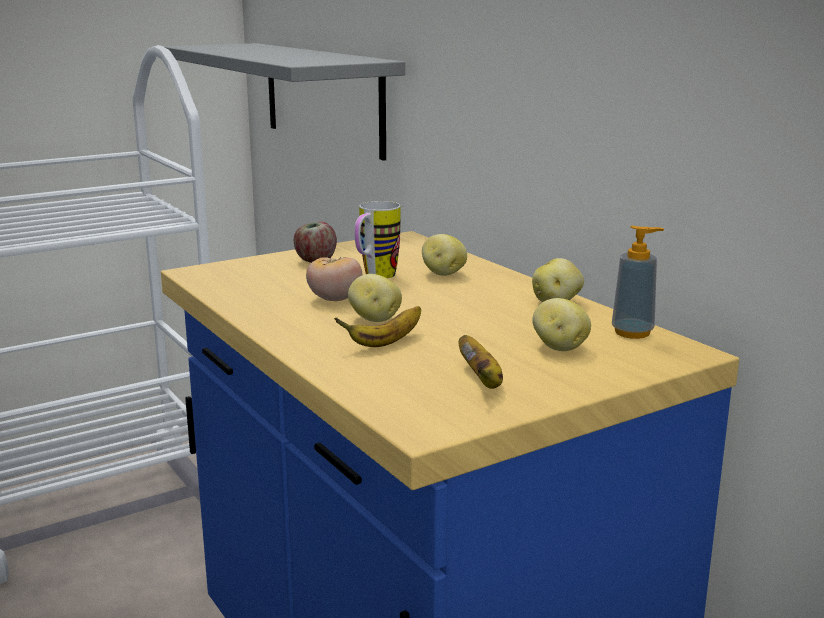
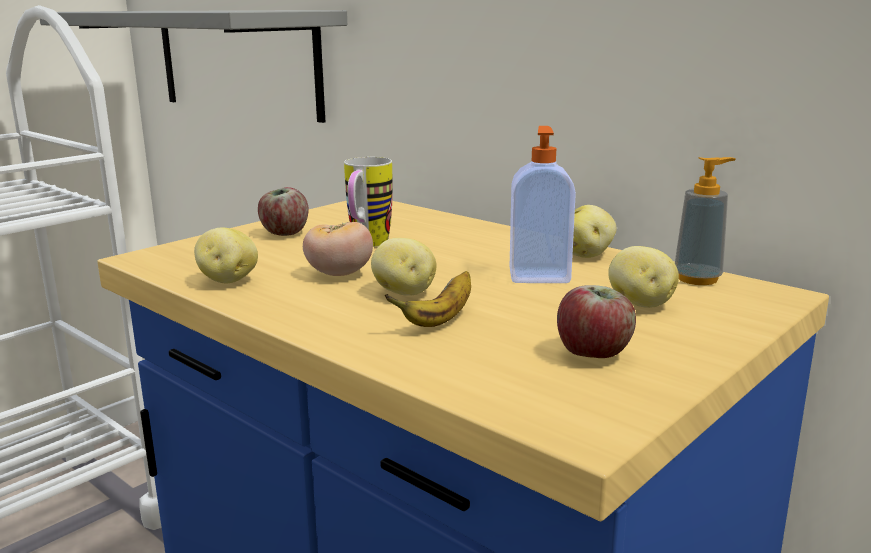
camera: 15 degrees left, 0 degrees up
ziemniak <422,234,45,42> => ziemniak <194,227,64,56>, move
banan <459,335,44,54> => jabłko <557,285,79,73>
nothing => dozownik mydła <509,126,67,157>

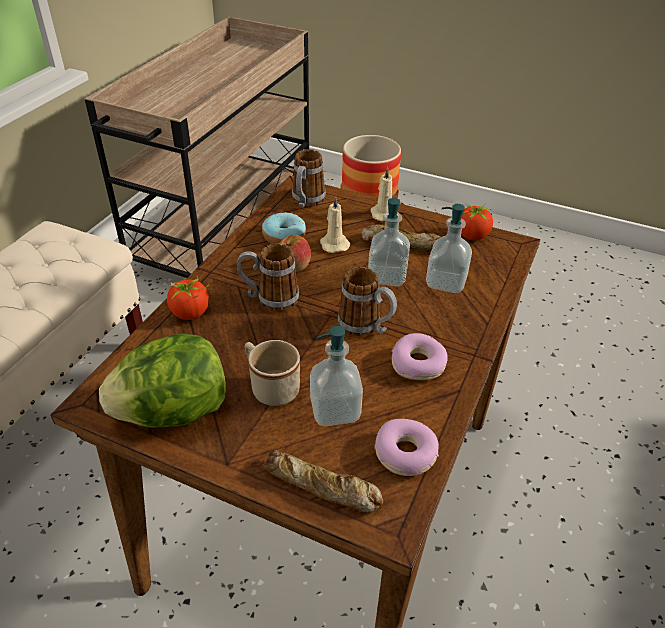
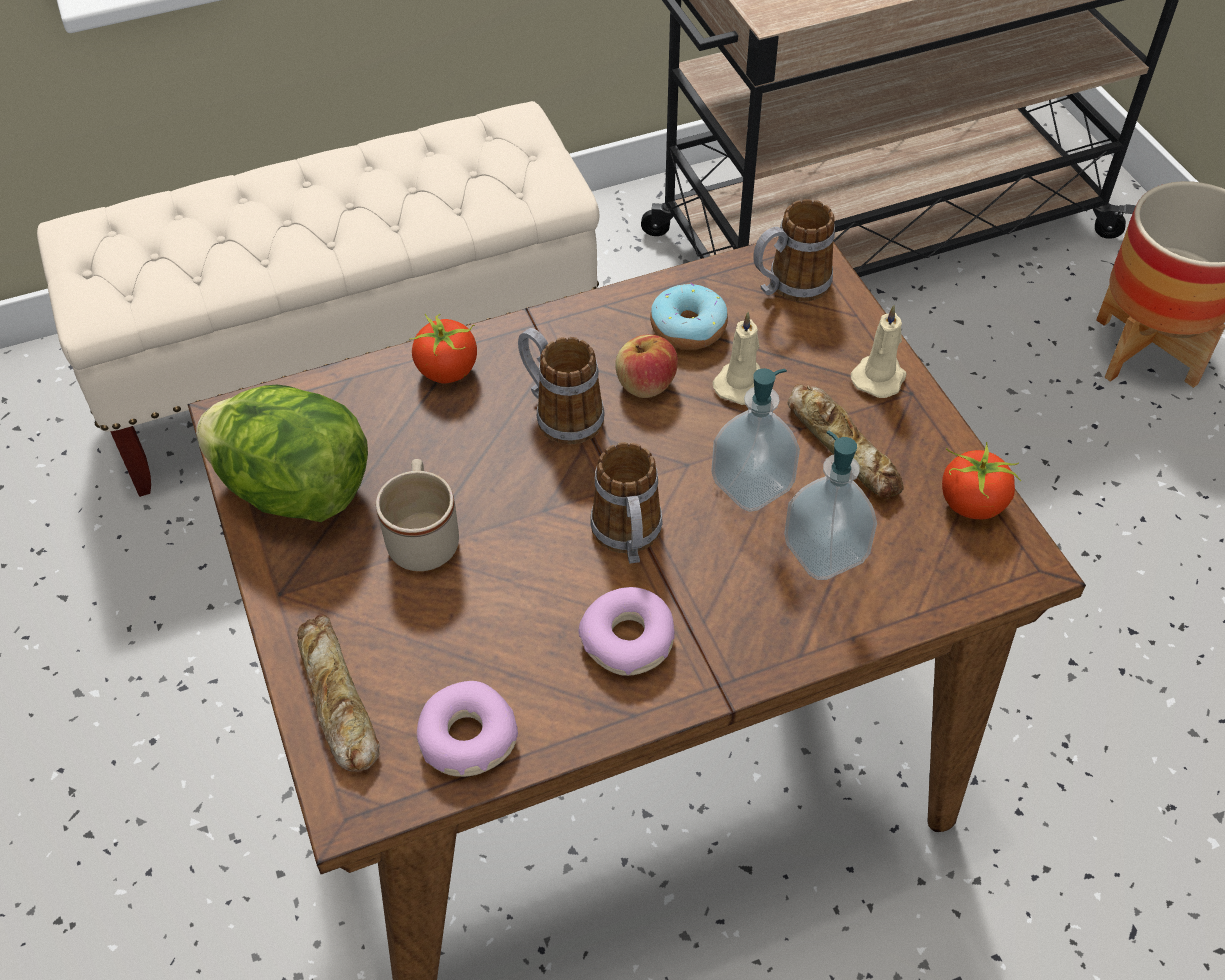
camera: 45 degrees right, 10 degrees up
dozownik mydła <310,326,53,100> => nothing

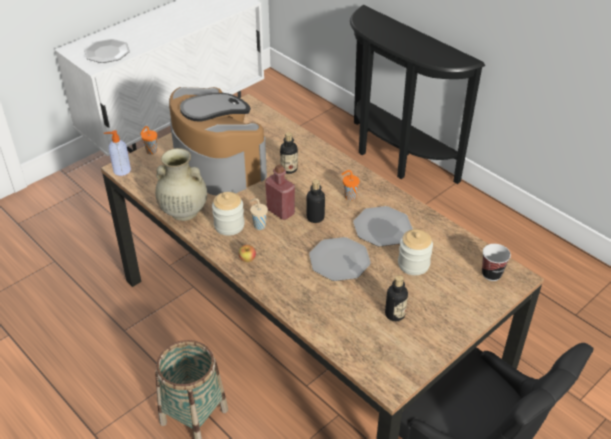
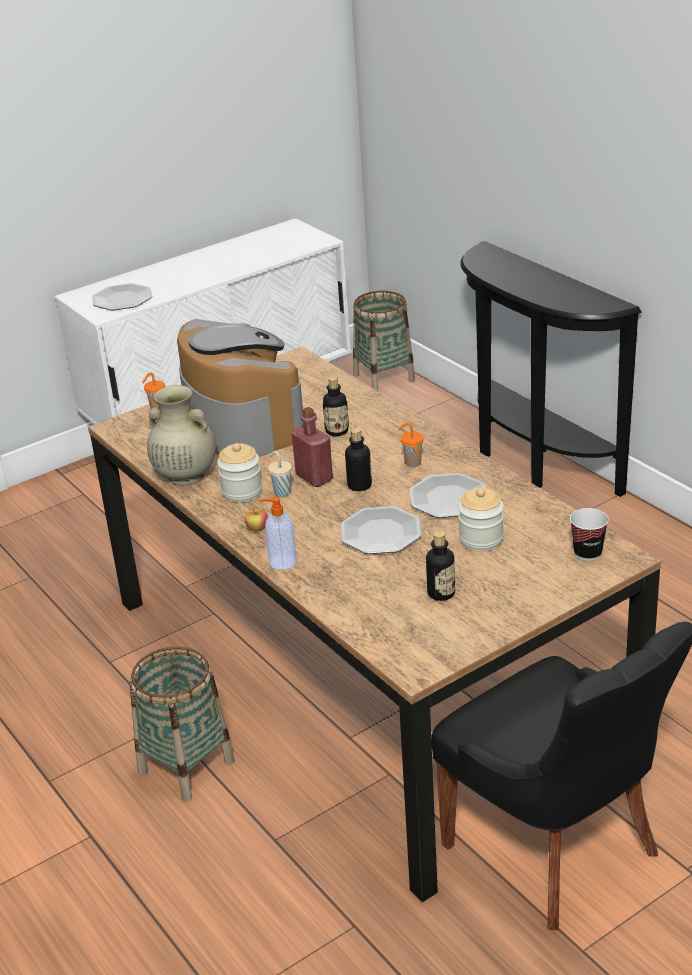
camera: 10 degrees right, 10 degrees down
dozownik mydła <104,130,27,46> => dozownik mydła <259,497,38,73>, move
nothing => koszyk <353,291,62,100>

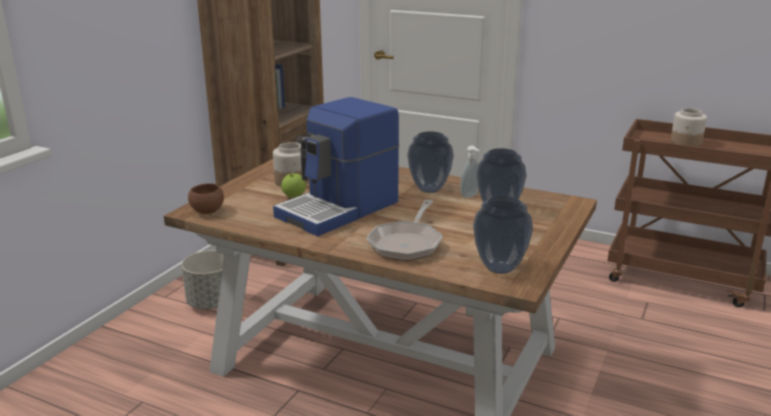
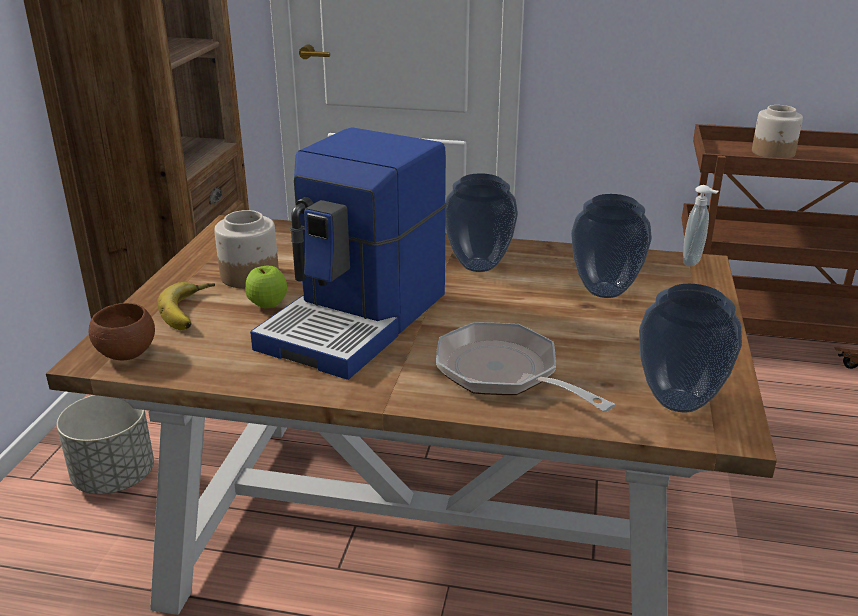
camera: 15 degrees left, 5 degrees up
patelnia <366,200,77,61> => patelnia <436,322,179,90>, 135 degrees clockwise
dozownik mydła <460,146,20,52> => dozownik mydła <683,185,35,82>, move
nothing => banan <157,282,58,48>

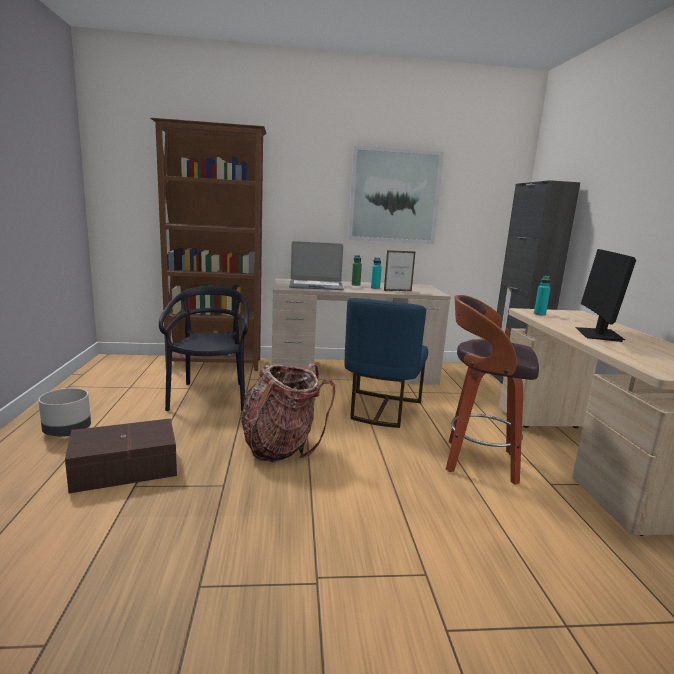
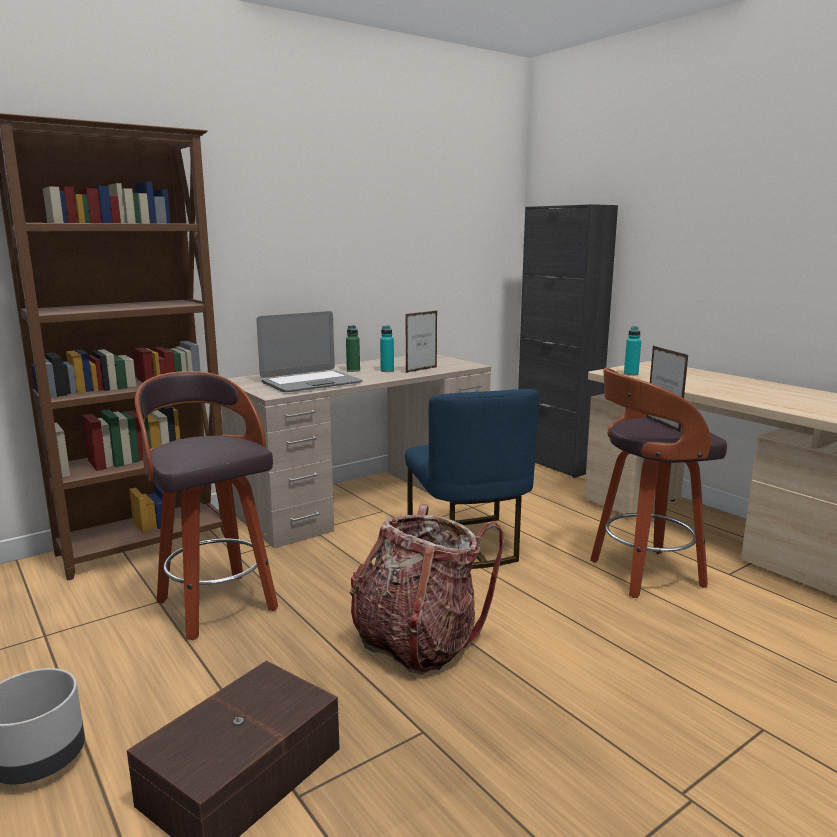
camera: 30 degrees left, 0 degrees up
krzesło/czarny <159,286,90,125> => stołek <135,371,143,269>
obraz <348,145,96,99> => nothing
monitor <575,249,61,93> => nothing

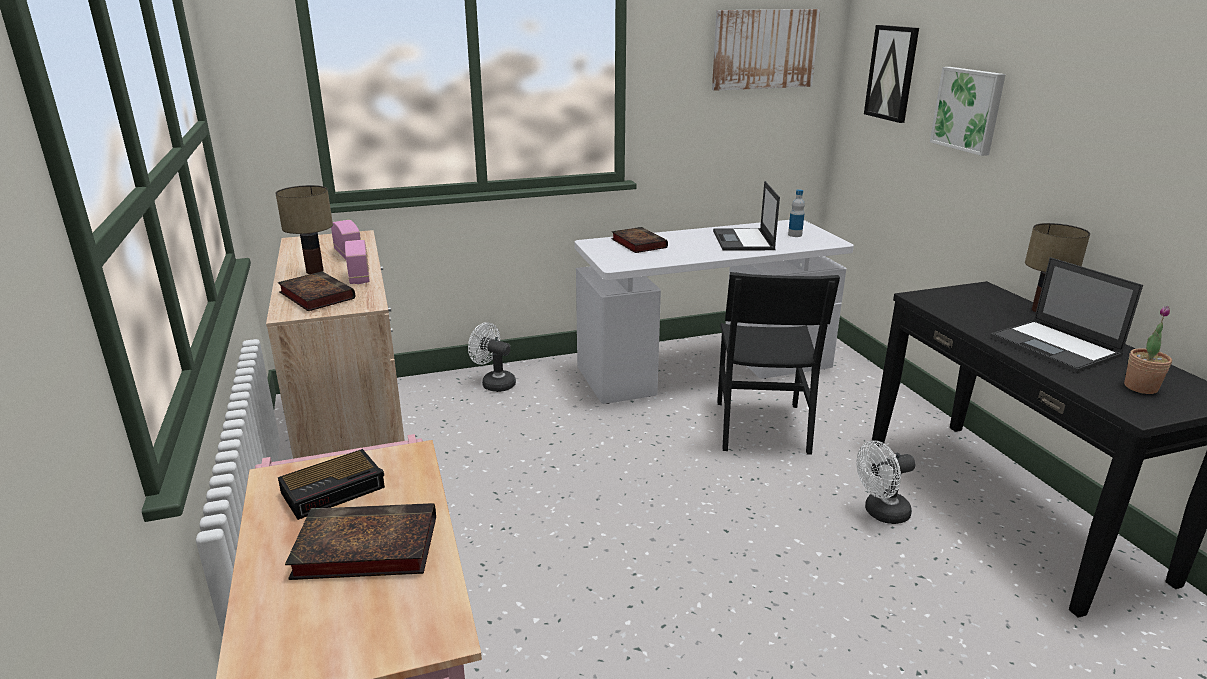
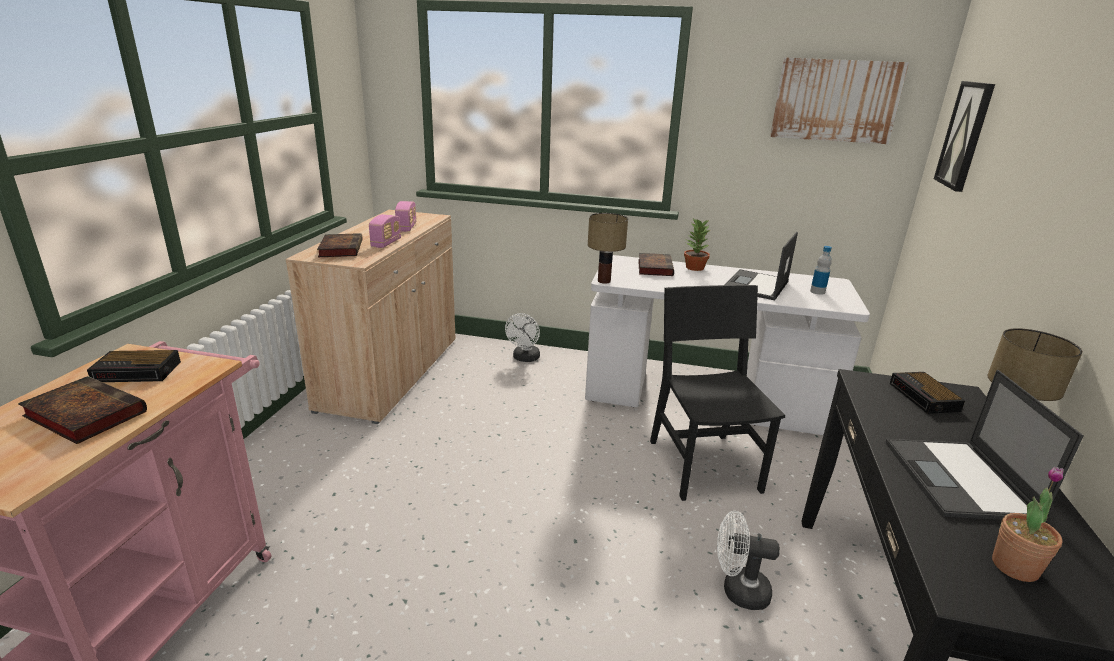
camera: 30 degrees right, 0 degrees up
lampa stołowa <275,185,58,89> => lampa stołowa <588,213,40,71>, move
wentylator/biały <468,322,48,70> => wentylator/biały <505,313,35,49>, 135 degrees counterclockwise
krzesło/czarny <717,272,123,183> => krzesło/czarny <650,285,135,216>, 135 degrees clockwise
obraz <930,67,76,89> => nothing
nothing => roślina doniczkowa <684,219,26,52>
nothing => budzik <890,372,75,42>

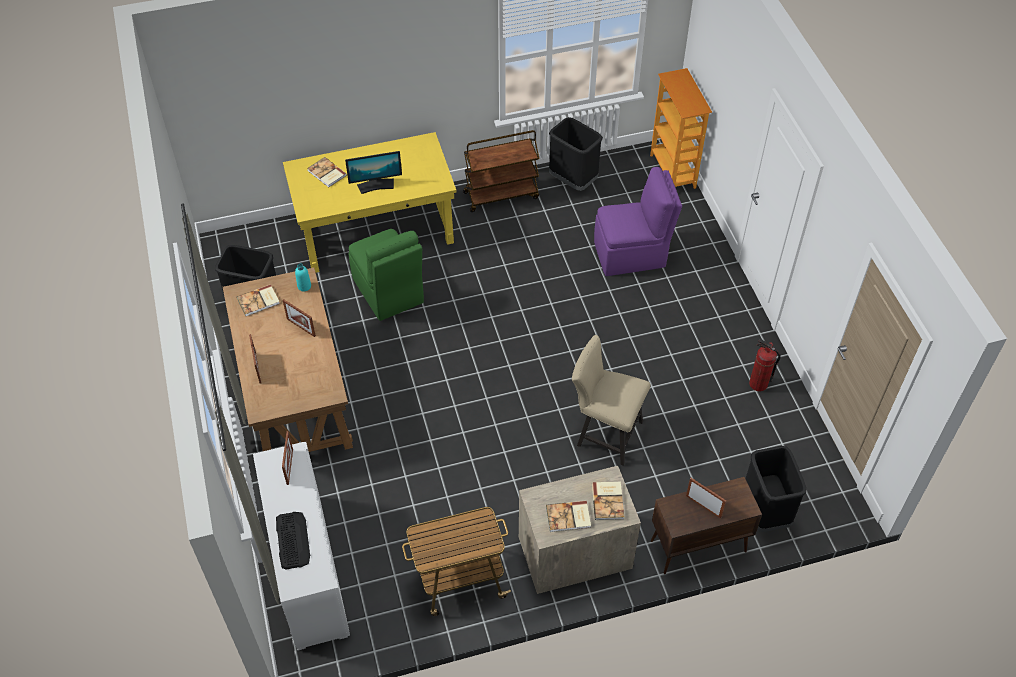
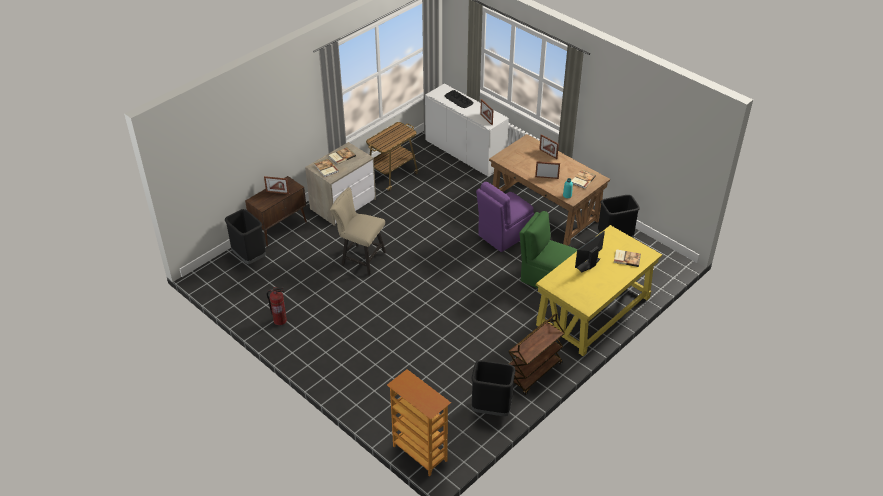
camera: 150 degrees right, 10 degrees down
krzesło/beżowy <572,335,79,131> => krzesło/beżowy <330,187,56,89>, 150 degrees counterclockwise
krzesło/fioletowy <594,167,88,109> => krzesło/fioletowy <476,182,58,70>, move

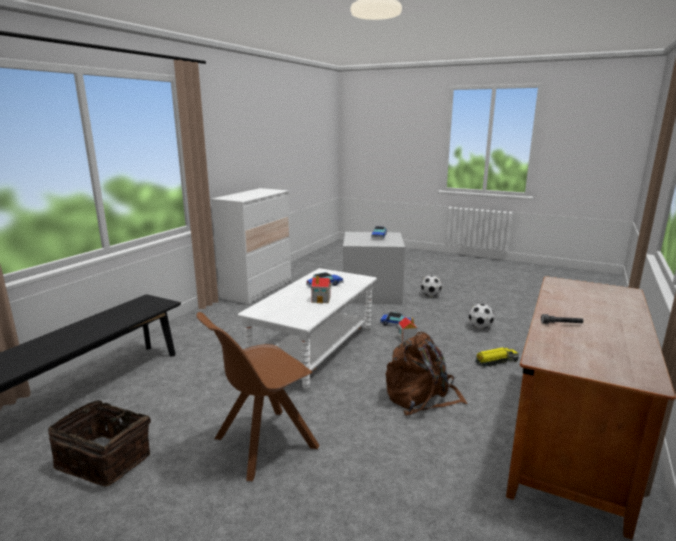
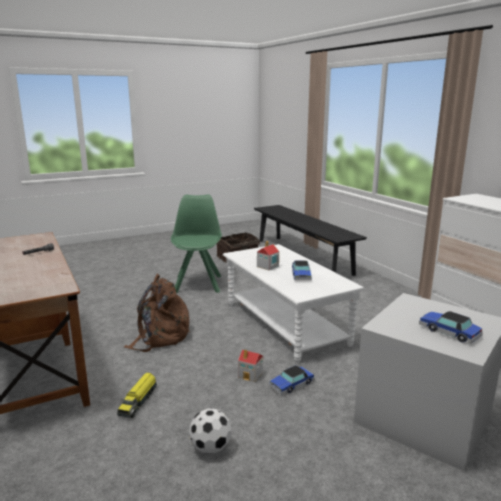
camera: 125 degrees right, 0 degrees up
krzesło/brązowy <196,312,123,169> => krzesło/zielony <171,194,51,99>
piłka futbolowa <420,275,22,21> => nothing

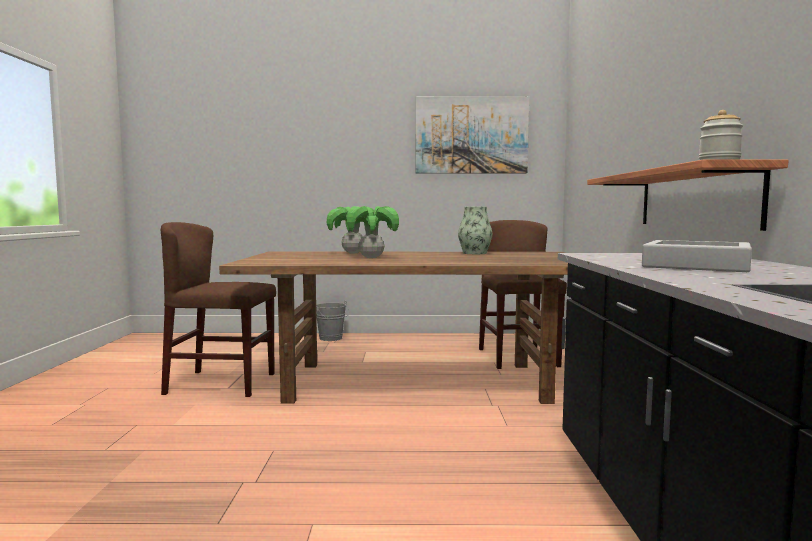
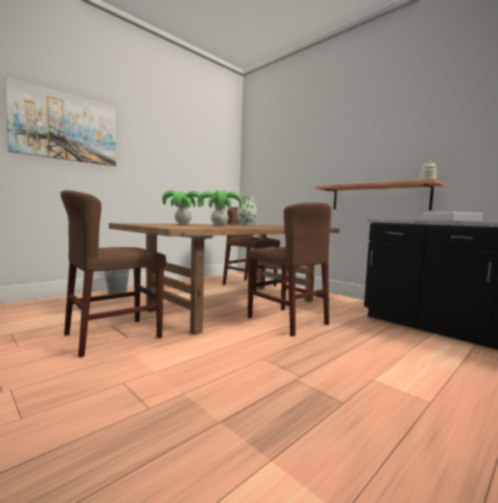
camera: 45 degrees left, 0 degrees up
obraz <416,96,113,78> => obraz <5,77,111,89>, move
nothing => krzesło/brązowy <247,202,84,134>

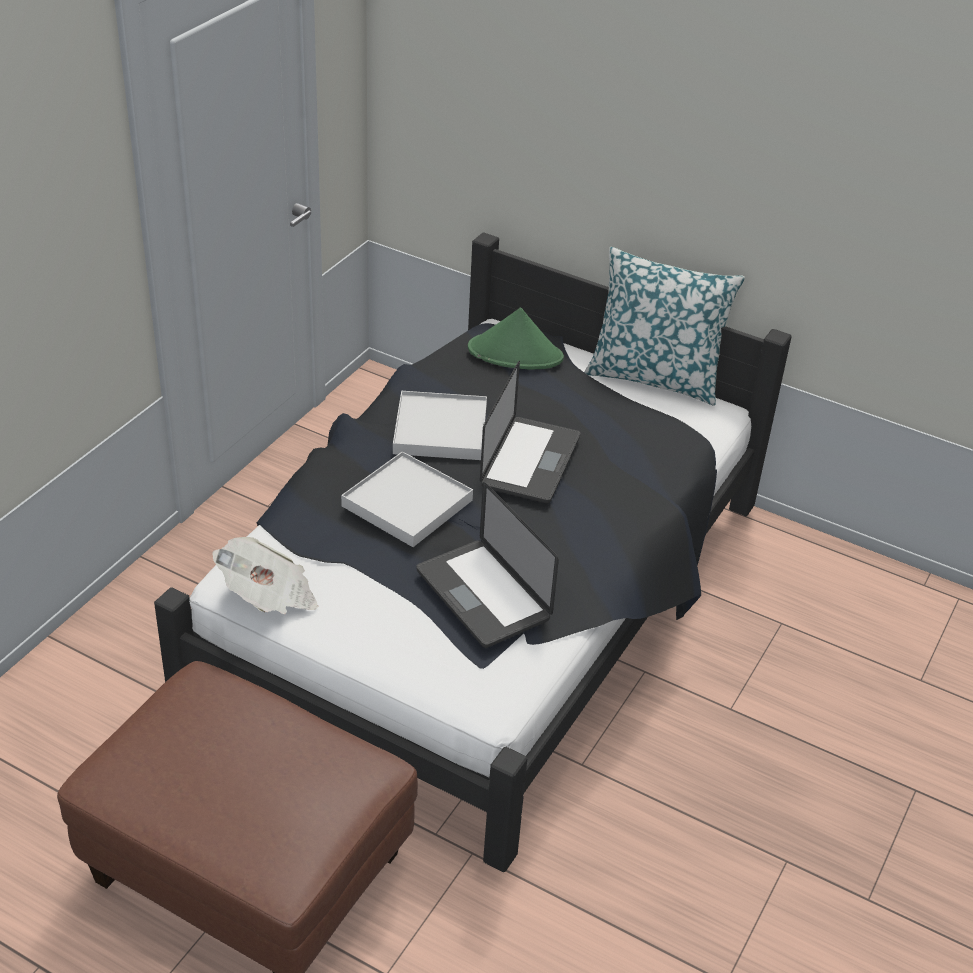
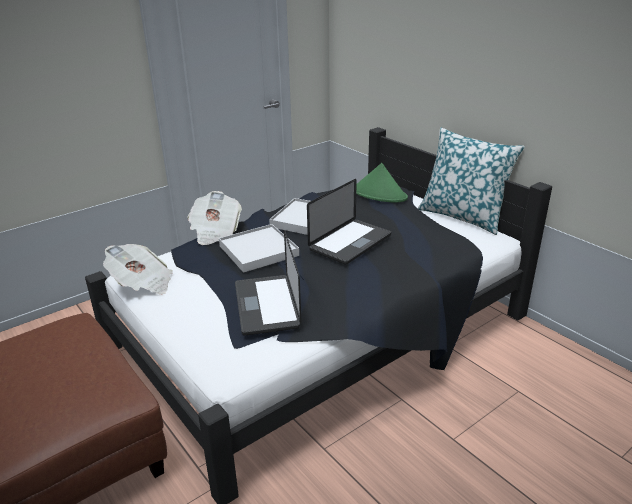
camera: 25 degrees right, 10 degrees down
nothing => gazeta <187,191,55,54>

